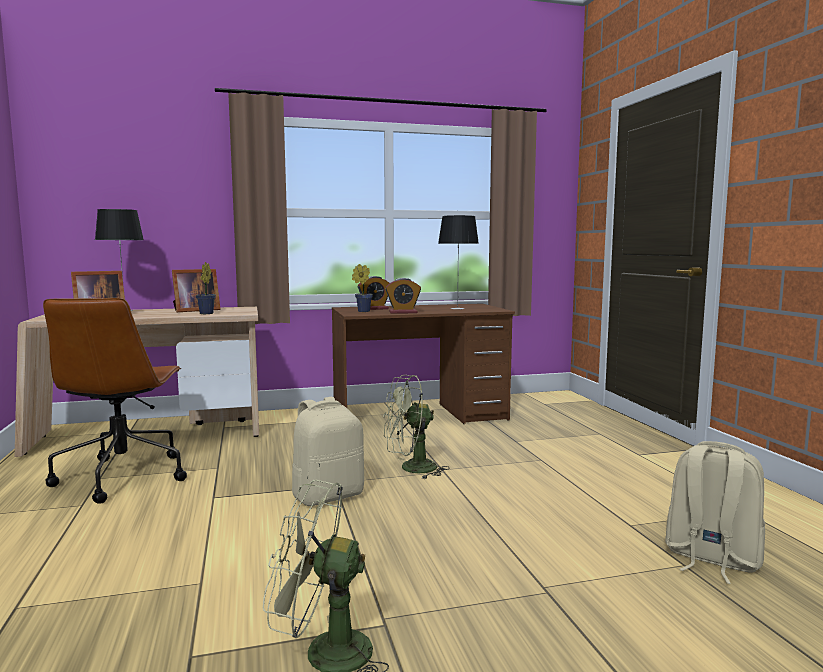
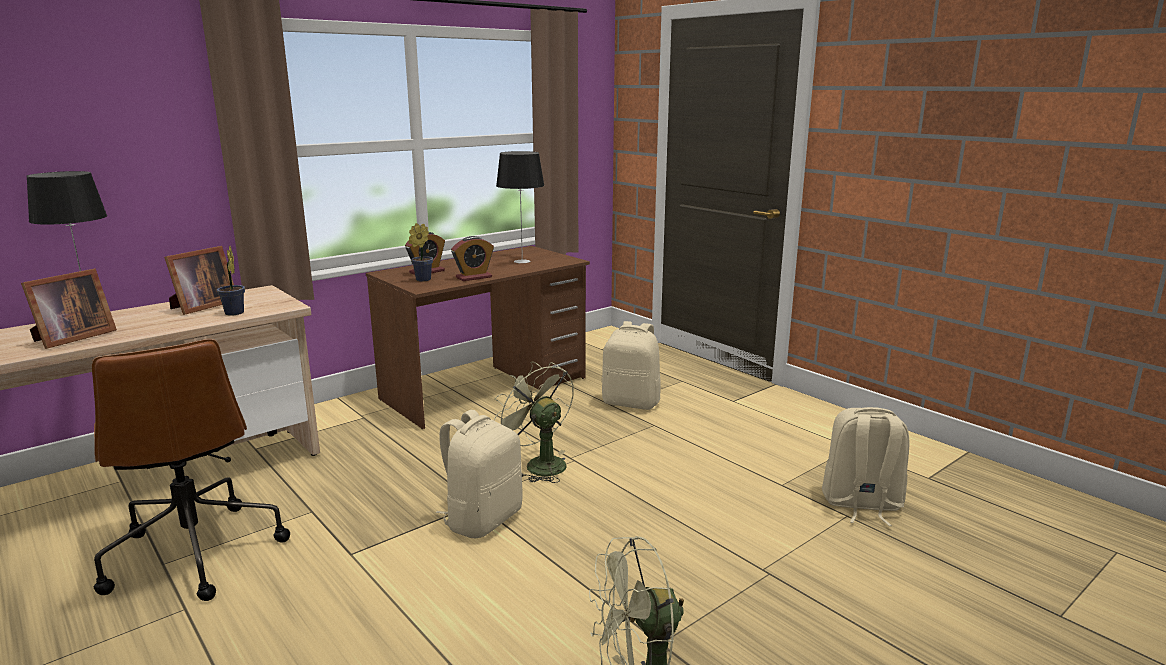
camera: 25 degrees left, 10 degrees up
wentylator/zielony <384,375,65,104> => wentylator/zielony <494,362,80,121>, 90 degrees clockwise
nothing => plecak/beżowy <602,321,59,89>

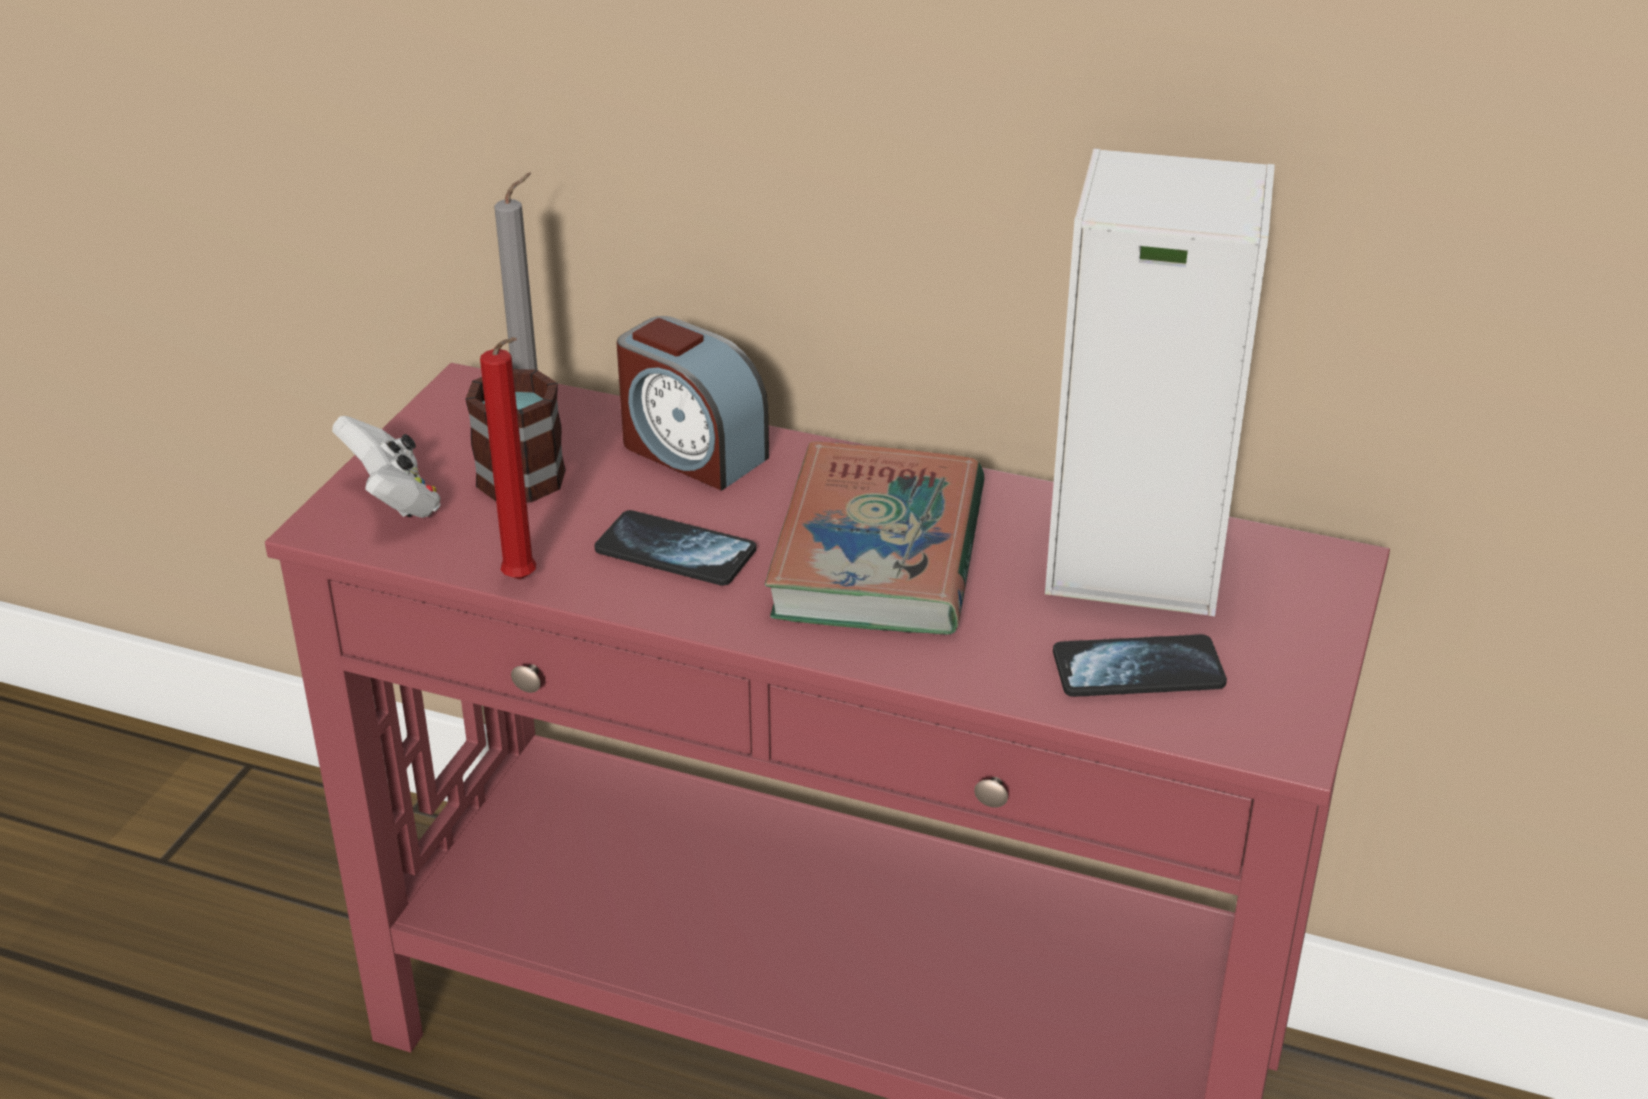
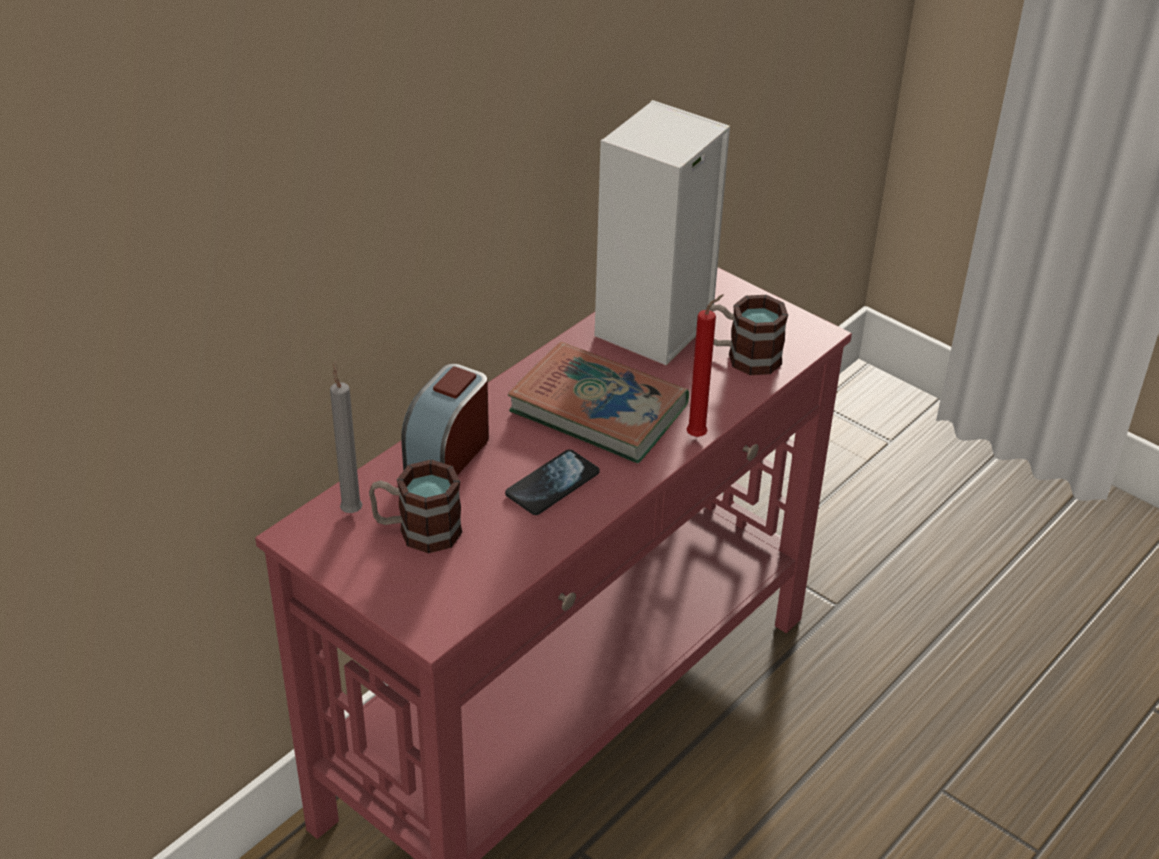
camera: 70 degrees left, 5 degrees up
pad do gier/biały <332,416,109,102> => nothing
świeca/czerwony <480,337,56,243> => świeca/czerwony <686,294,38,143>, move
budzik <617,316,152,174> => budzik <401,364,88,112>, 150 degrees clockwise
telefon <1053,635,174,62> => kubek <710,295,78,80>

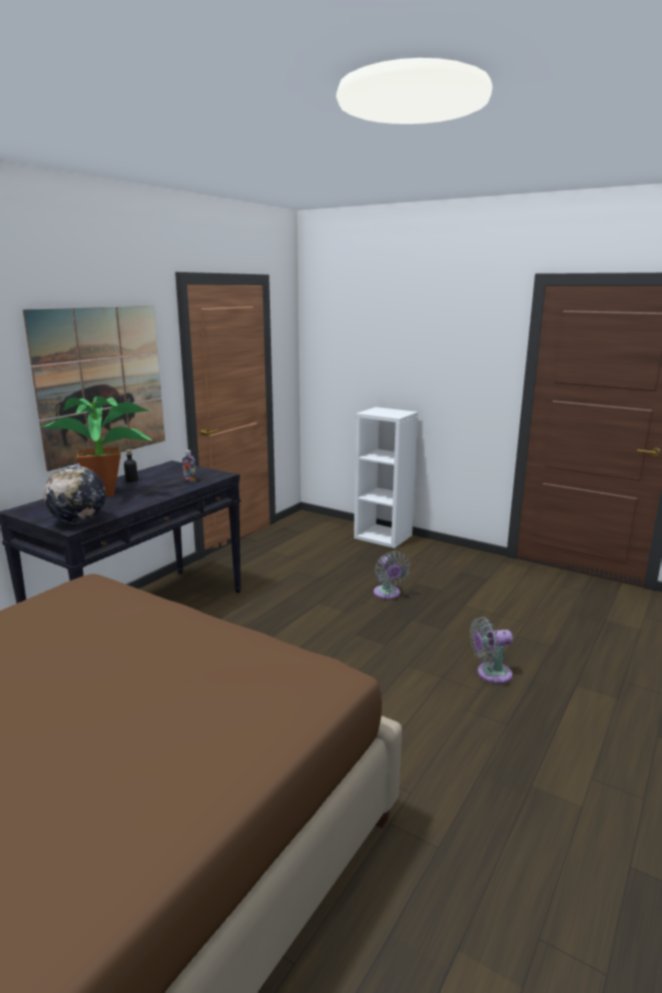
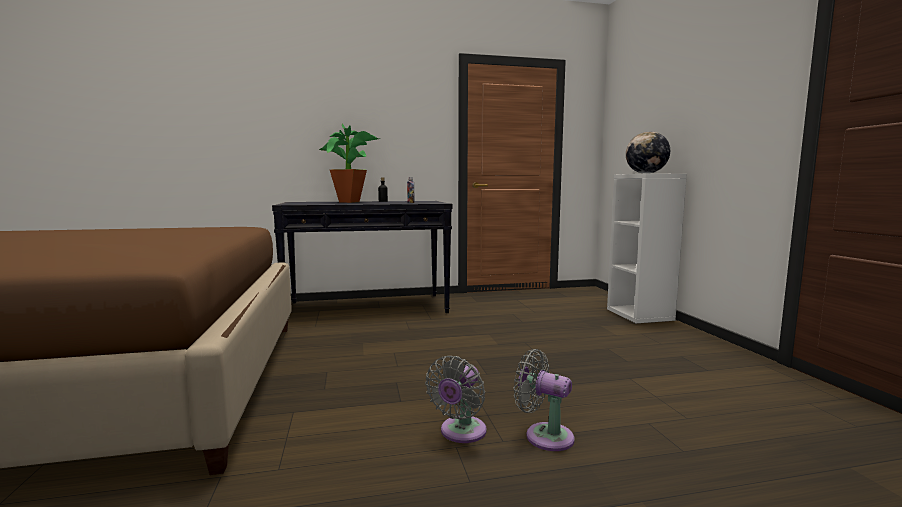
camera: 45 degrees right, 10 degrees down
obraz <23,306,142,165> => nothing
globus <44,466,62,58> => globus <626,131,44,43>, move
wentylator/szary <374,551,36,48> => wentylator/szary <425,356,62,87>, move

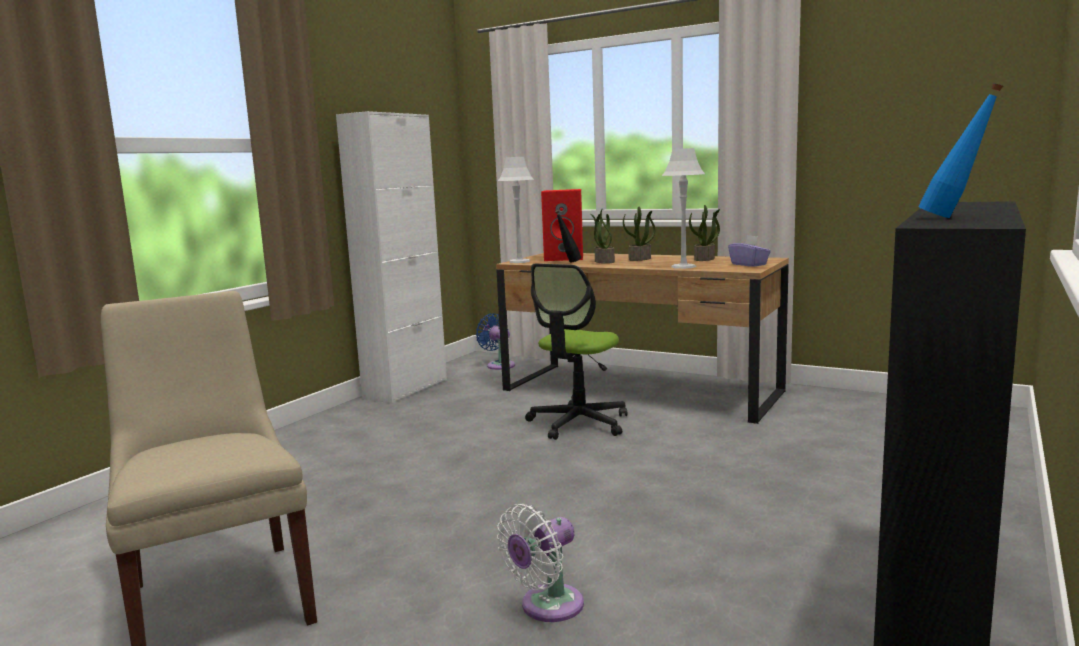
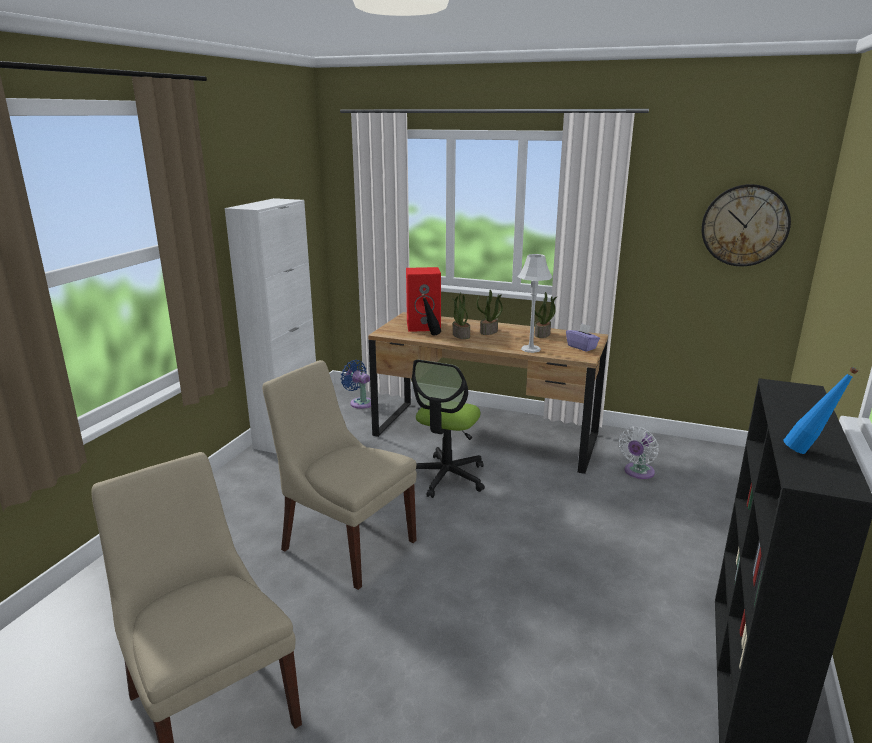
camera: 10 degrees left, 10 degrees up
wentylator/biały <497,504,87,118> => wentylator/biały <619,426,40,53>, move
lampa stołowa/szary <498,157,36,106> => nothing
nothing => krzesło/beżowy <262,360,155,230>
nothing => zegar ścienny <702,184,89,82>

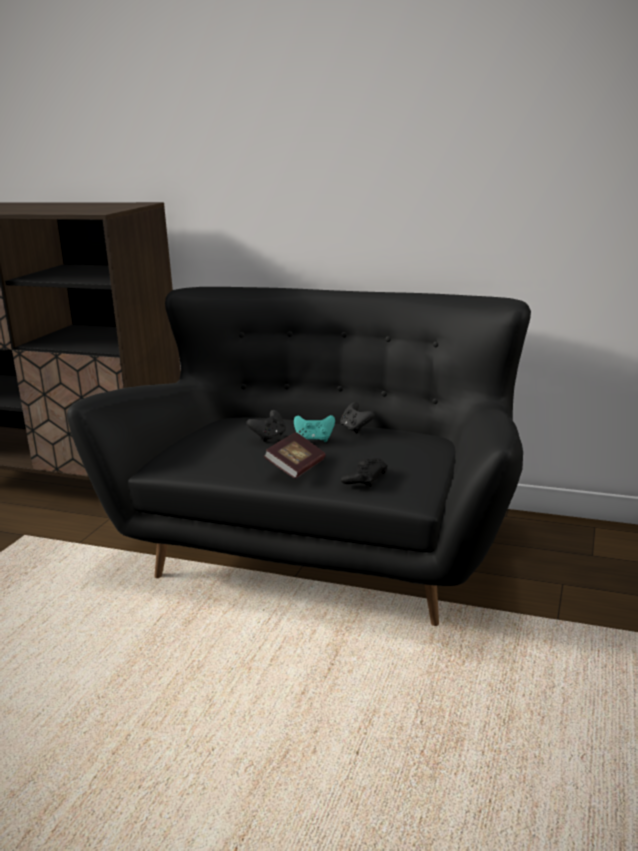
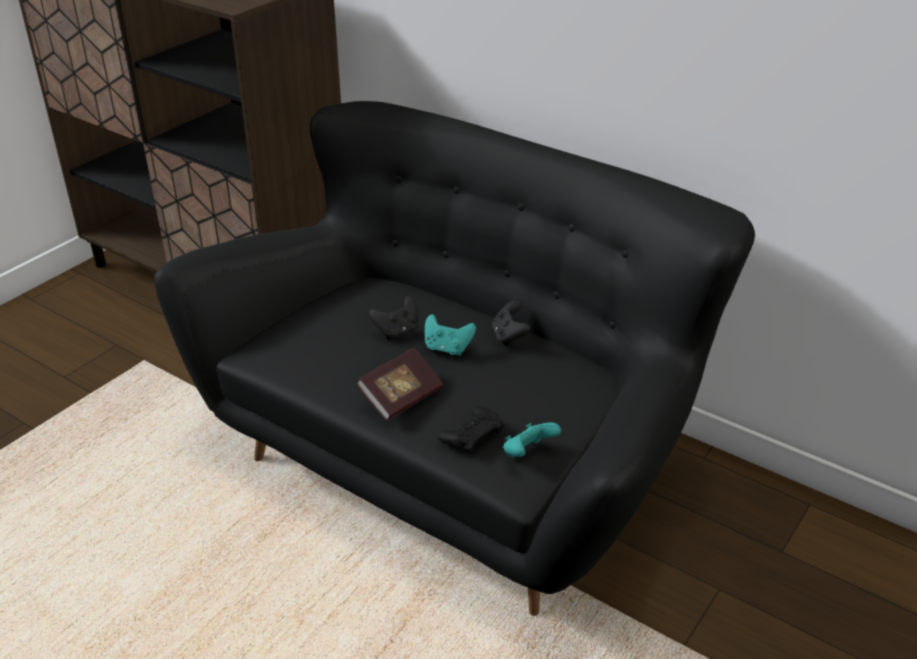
camera: 15 degrees right, 15 degrees up
nothing => pad do gier/turkusowy <503,422,58,35>

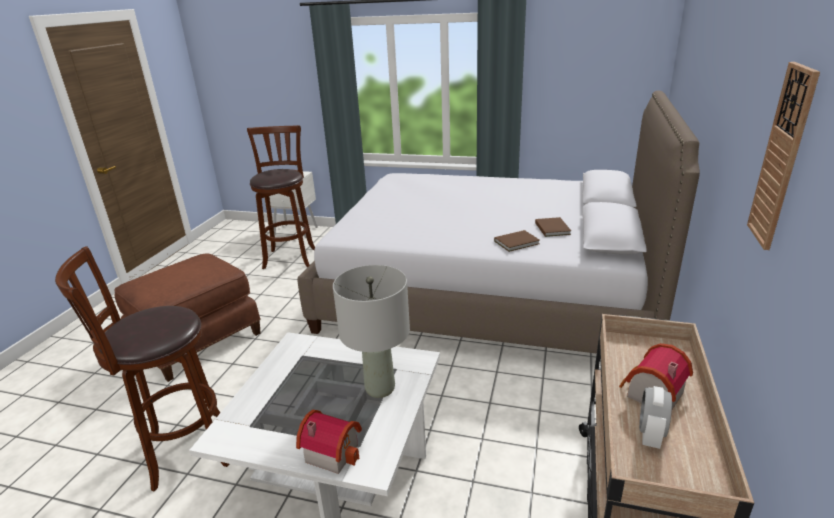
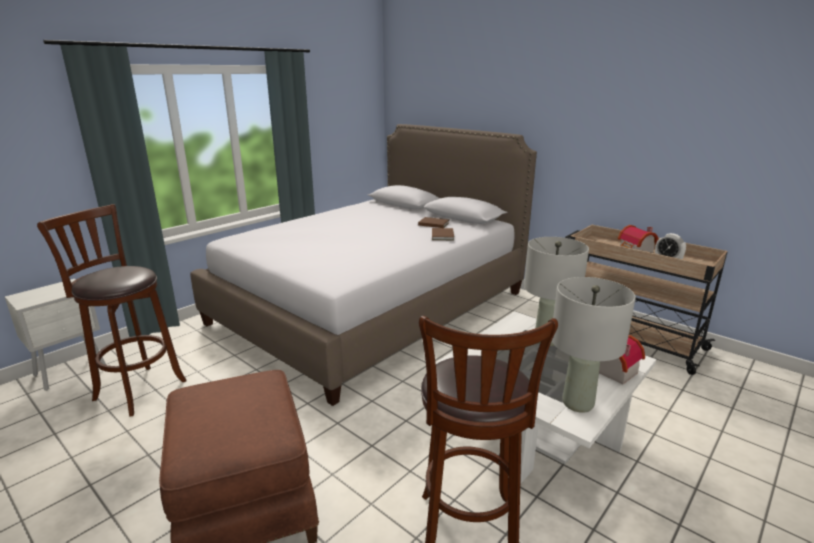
camera: 65 degrees left, 5 degrees down
zegar ścienny <747,62,73,188> => nothing
nothing => lampa stołowa/szary <552,277,84,136>

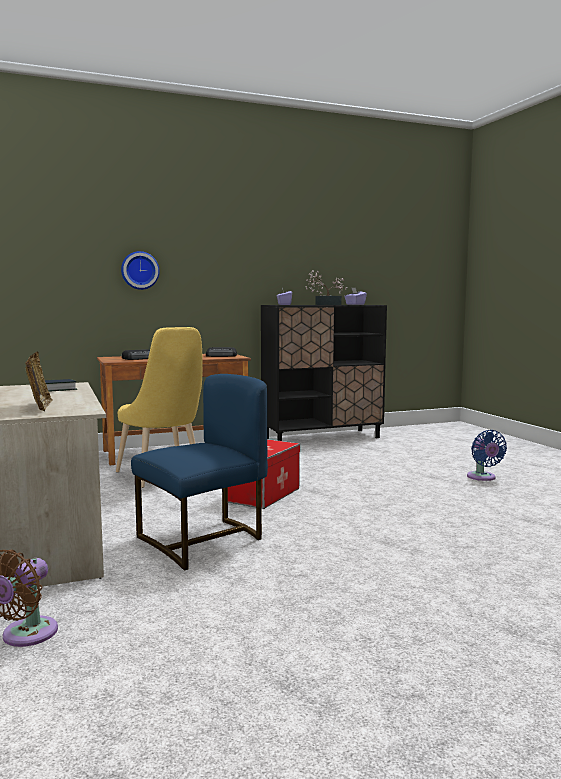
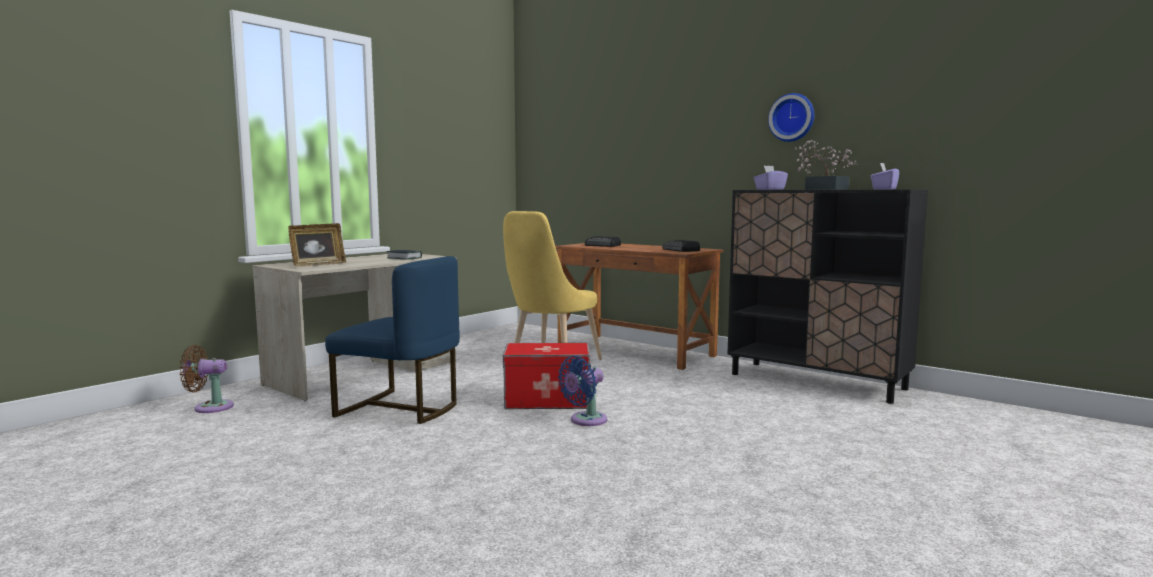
camera: 60 degrees right, 0 degrees up
zegar ścienny <121,251,39,39> => zegar ścienny <768,93,46,49>, move
wentylator/niebieski <467,430,40,51> => wentylator/niebieski <558,356,49,70>, move

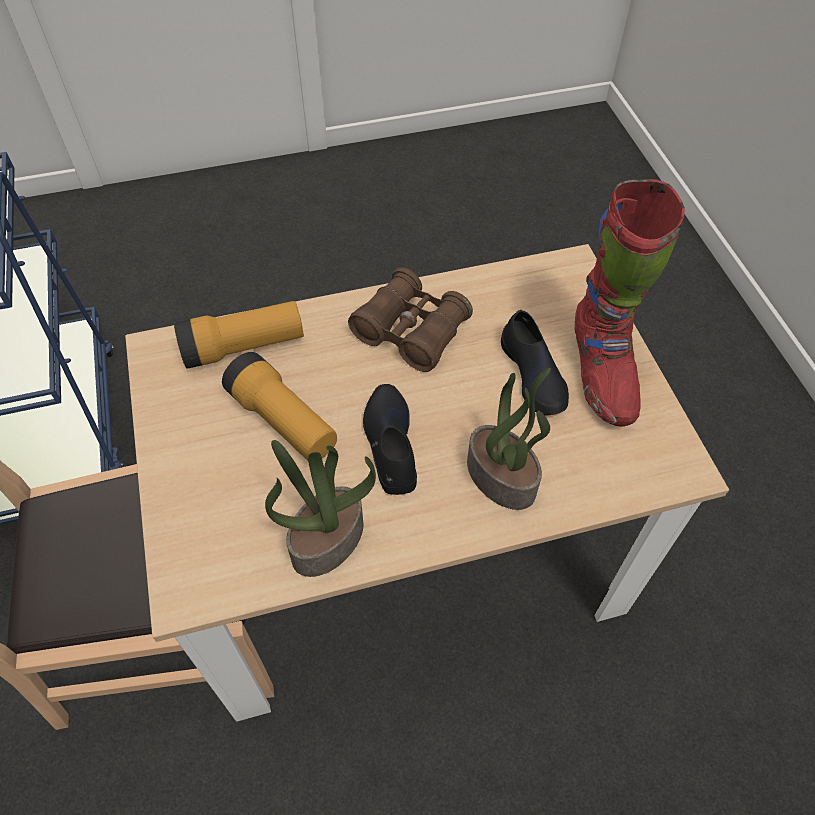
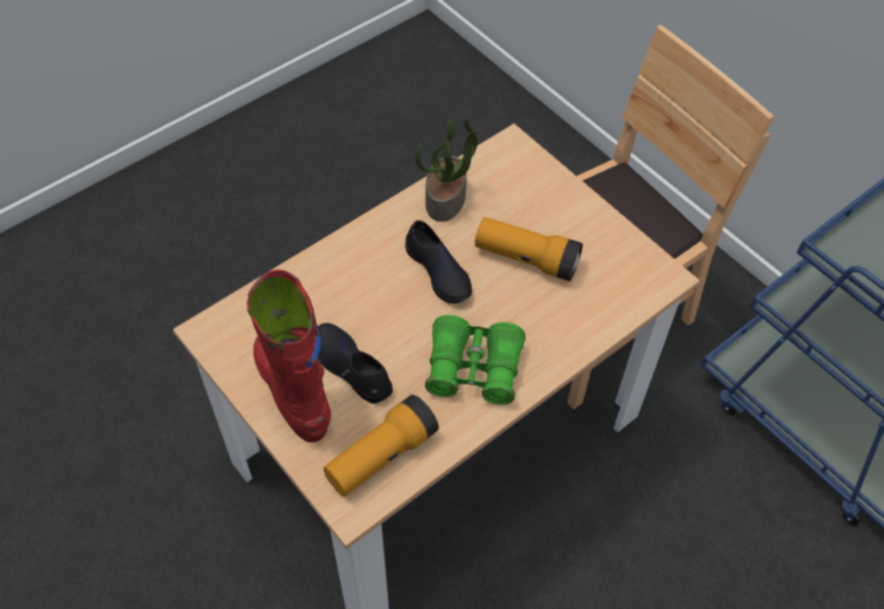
camera: 155 degrees right, 0 degrees up
latarka <174,301,130,68> => latarka <324,395,115,102>, move
lornetka/brązowy <348,267,125,105> => lornetka/zielony <425,315,100,90>
roślina doniczkowa <467,368,84,142> => nothing

